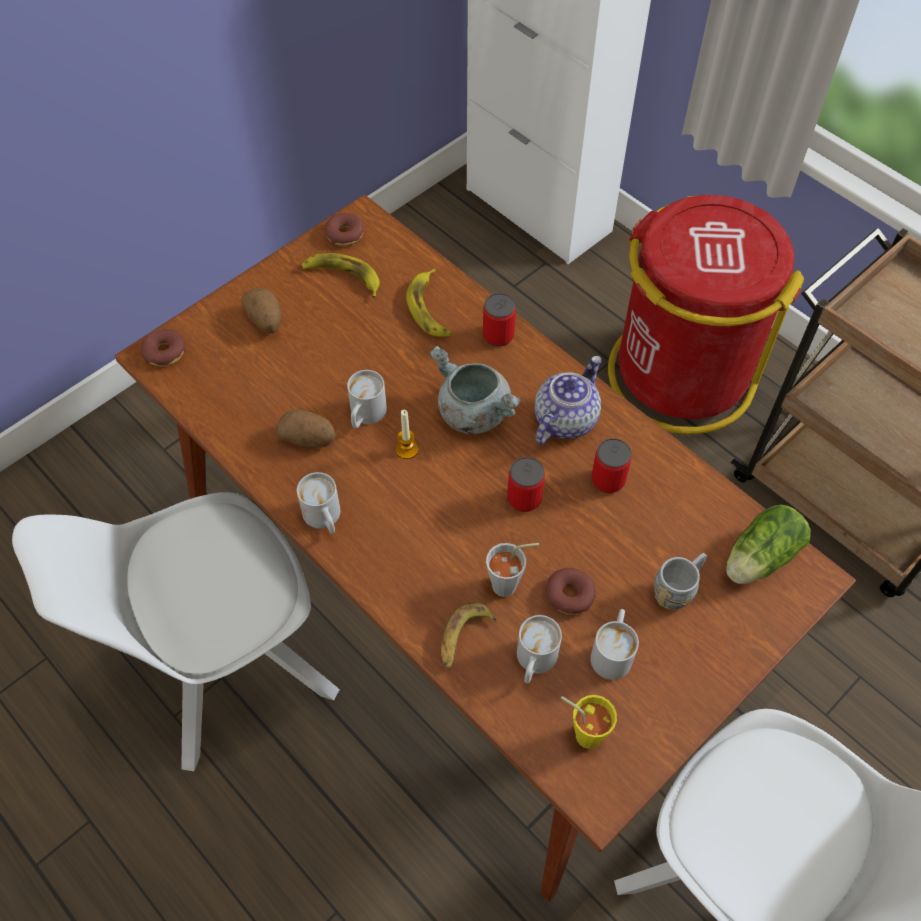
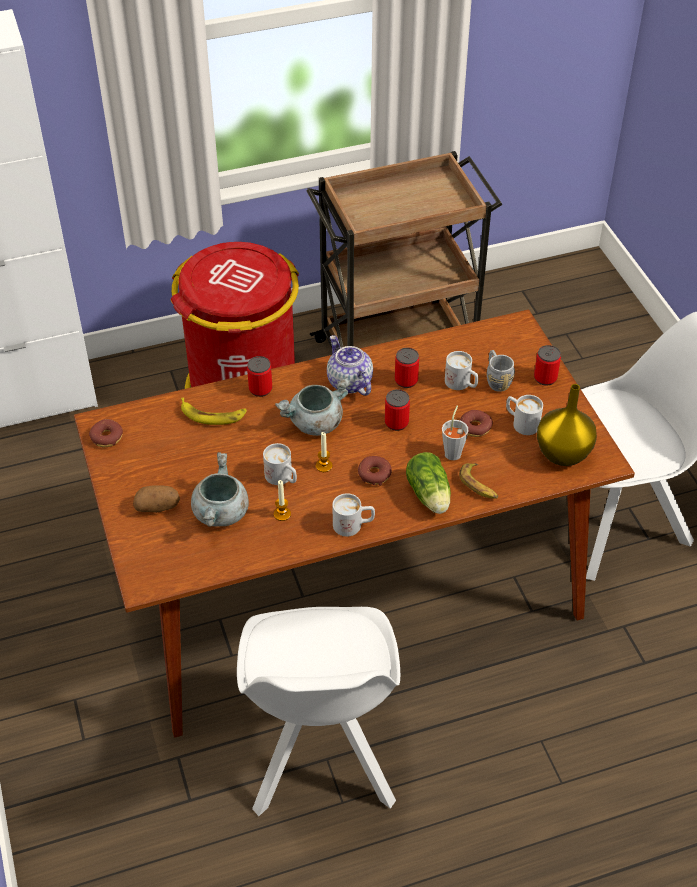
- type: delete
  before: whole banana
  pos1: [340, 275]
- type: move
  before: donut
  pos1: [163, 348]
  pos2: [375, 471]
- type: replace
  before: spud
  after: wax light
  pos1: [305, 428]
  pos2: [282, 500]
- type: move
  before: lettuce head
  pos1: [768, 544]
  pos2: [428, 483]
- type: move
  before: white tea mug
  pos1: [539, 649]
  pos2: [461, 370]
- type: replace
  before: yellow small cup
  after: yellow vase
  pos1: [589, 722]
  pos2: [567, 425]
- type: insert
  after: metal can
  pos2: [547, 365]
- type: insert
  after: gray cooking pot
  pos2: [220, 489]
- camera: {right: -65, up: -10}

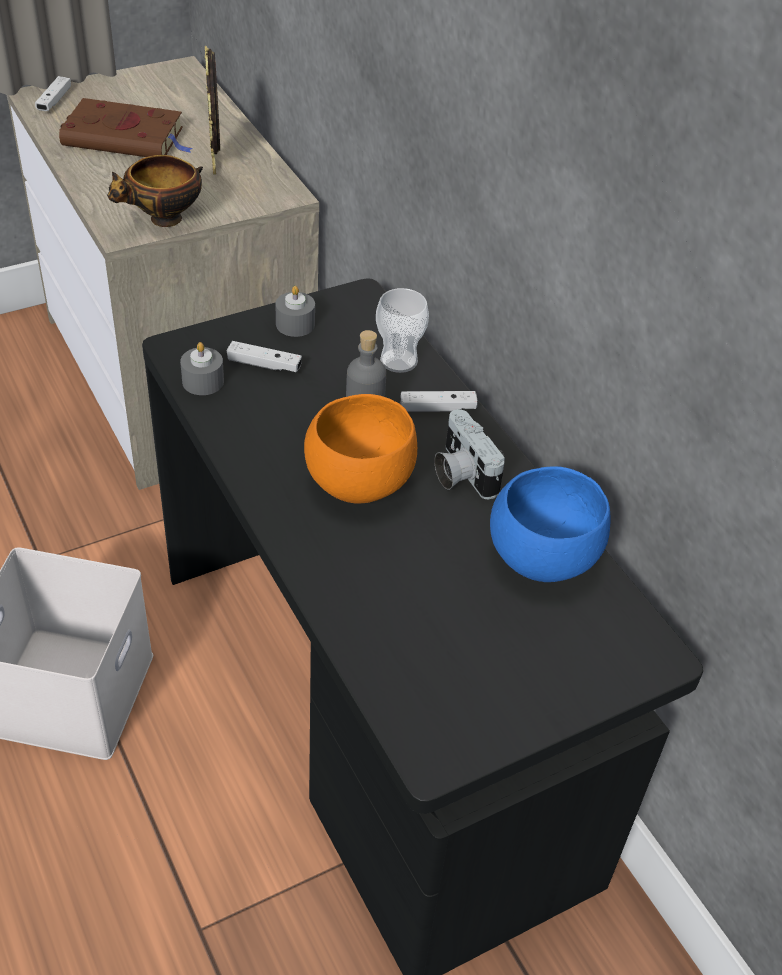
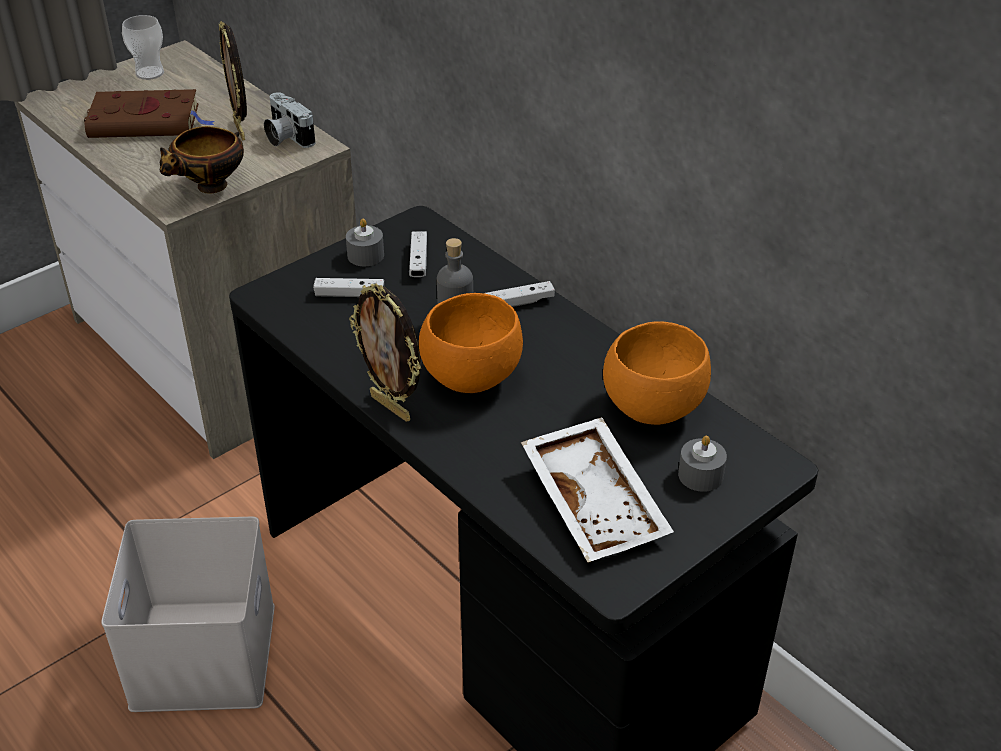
- type: move
  before: white joypad
  pos1: [53, 93]
  pos2: [418, 254]
- type: move
  before: small cup
  pos1: [402, 330]
  pos2: [143, 47]
- type: move
  before: gray wax light
  pos1: [202, 368]
  pos2: [702, 464]
- type: move
  before: still camera
  pos1: [469, 454]
  pos2: [289, 120]
- type: recolor
  before: bluish bowl
  after: orange bowl
  pos1: [550, 524]
  pos2: [657, 373]
- type: insert
  after: picture frame
  pos2: [385, 353]
- type: insert
  after: white serving tray
  pos2: [597, 490]
- camera: {right: -10, up: -5}

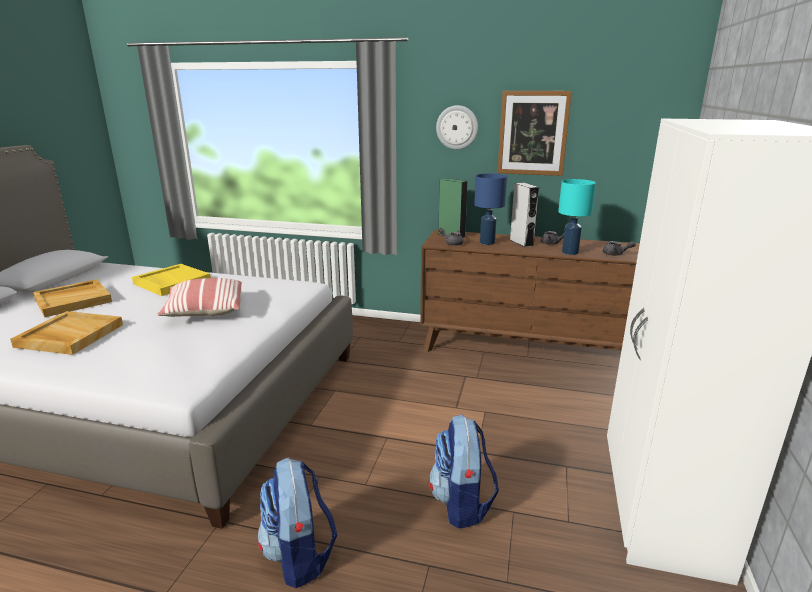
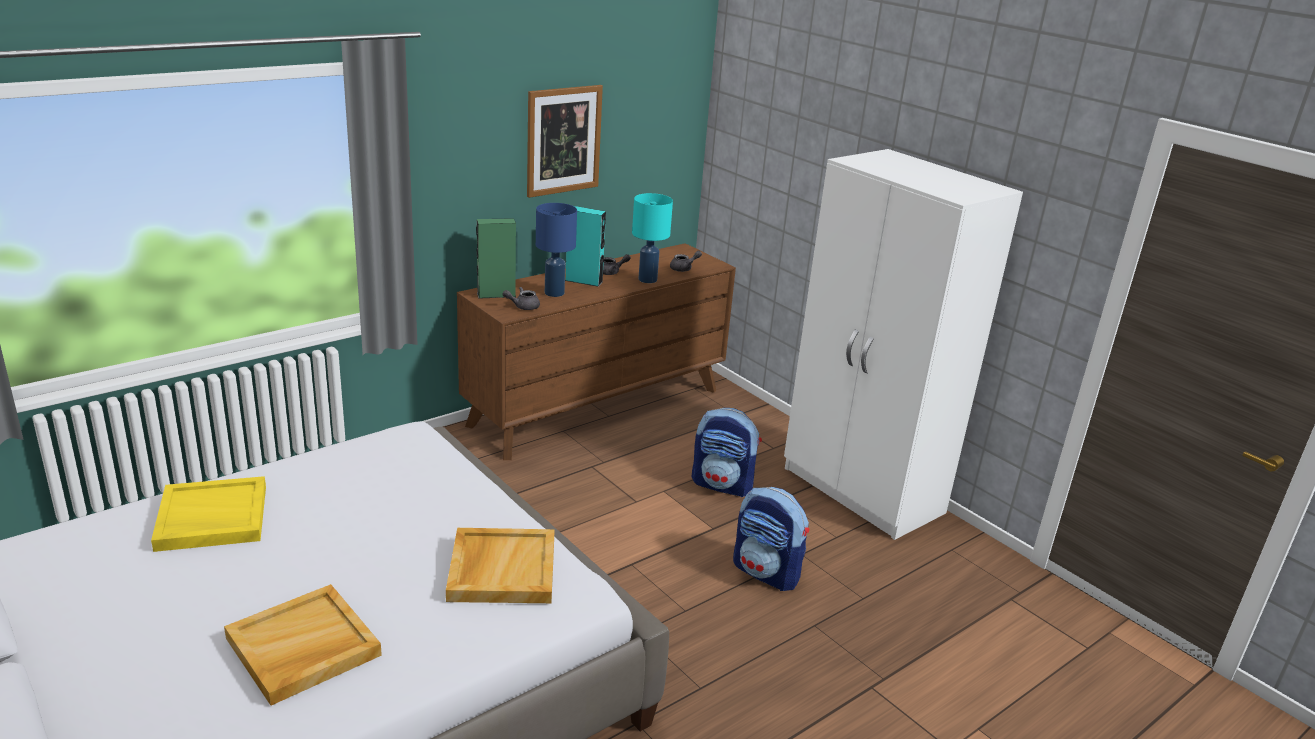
- type: delete
  before: wall clock
  pos1: [457, 127]
- type: recolor
  before: gray speaker
  after: blue-green speaker
  pos1: [524, 215]
  pos2: [585, 246]
- type: delete
  before: throw pillow
  pos1: [199, 297]
- type: move
  before: beige-coloured serving tray
  pos1: [72, 298]
  pos2: [500, 565]
- type: move
  before: backpack
  pos1: [297, 522]
  pos2: [726, 452]
- camera: {right: -55, up: 5}

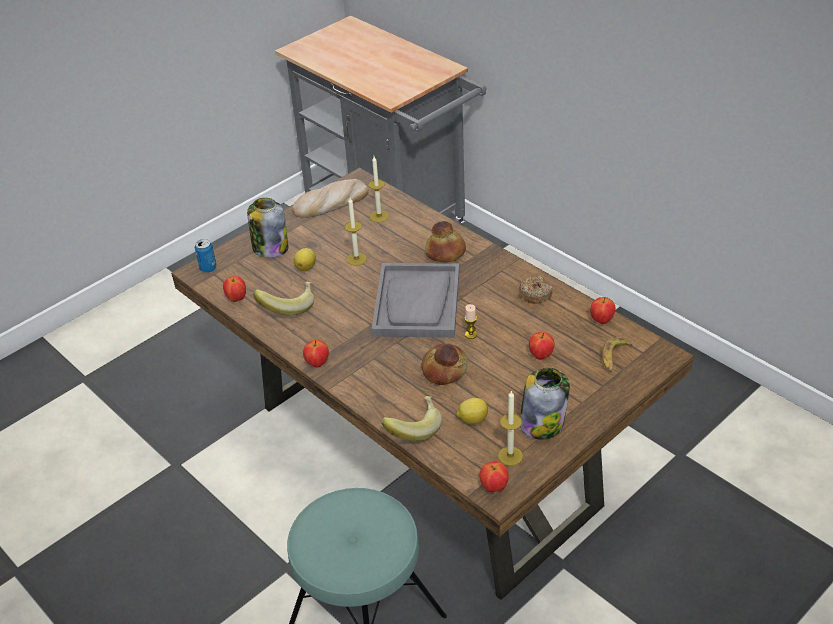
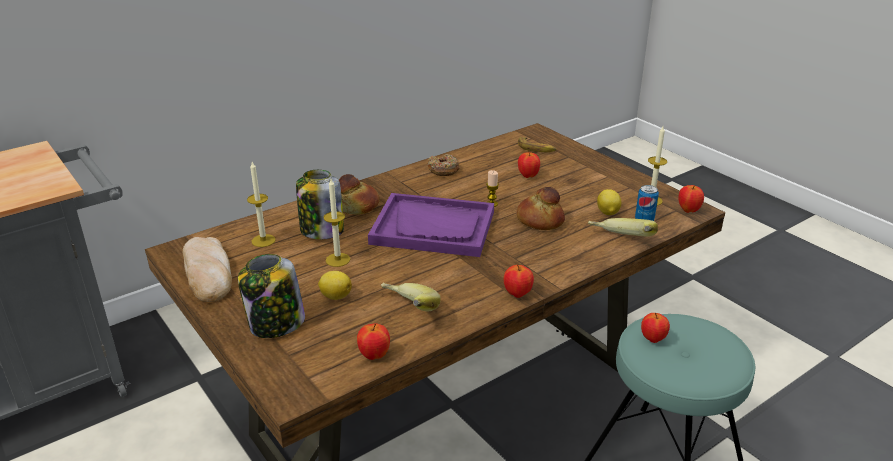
- type: move
  before: metal can
  pos1: [206, 256]
  pos2: [647, 203]
- type: recolor
  before: gray serving tray
  after: purplish serving tray
  pos1: [415, 300]
  pos2: [431, 225]
- type: move
  before: whole apple
  pos1: [603, 310]
  pos2: [655, 328]
- type: move
  before: storage jar
  pos1: [545, 404]
  pos2: [320, 204]
- camera: {right: -85, up: -10}

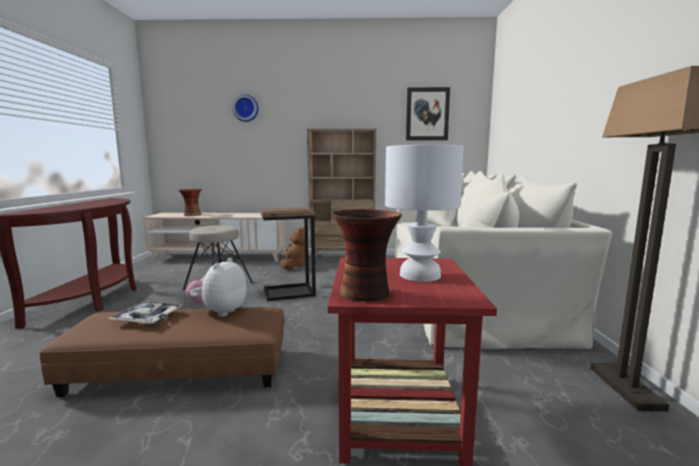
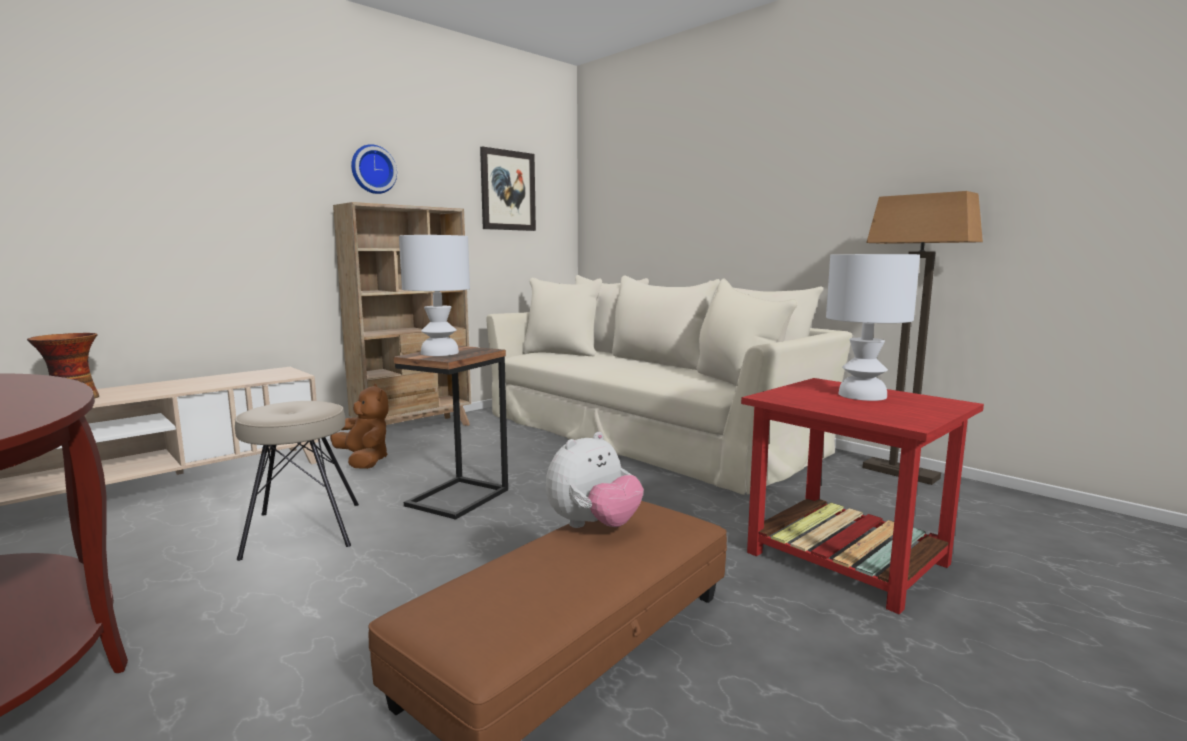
- type: move
  before: wall clock
  pos1: [245, 108]
  pos2: [374, 169]
- type: delete
  before: vase
  pos1: [367, 255]
- type: rotate
  before: plush toy
  pos1: [216, 287]
  pos2: [595, 480]
  turn: -105
- type: delete
  before: serving tray
  pos1: [146, 312]
- type: insert
  after: white table lamp
  pos2: [434, 295]
- camera: {right: -45, up: 0}

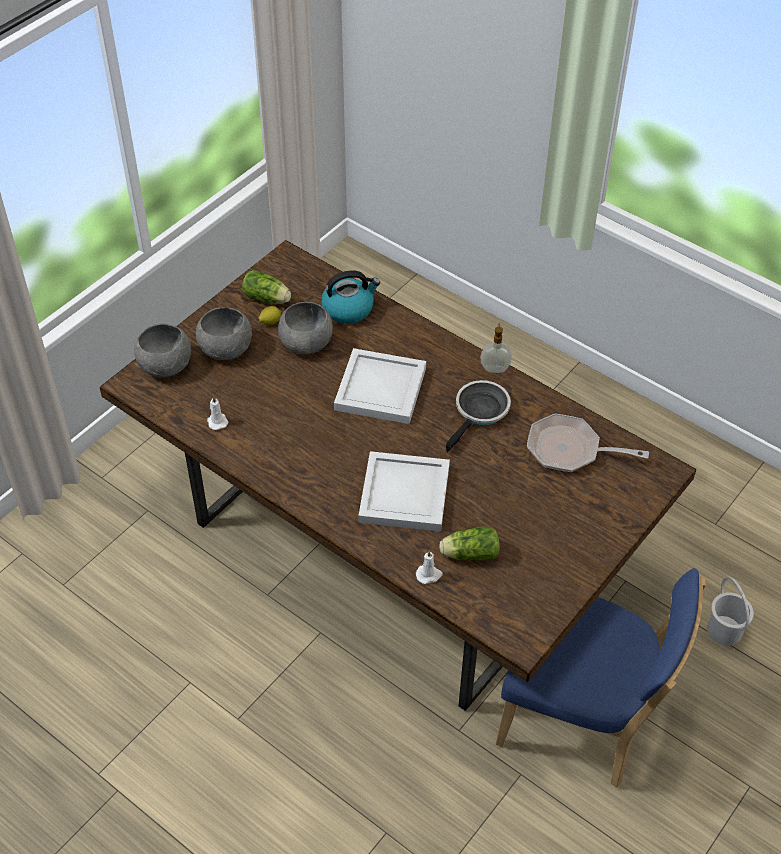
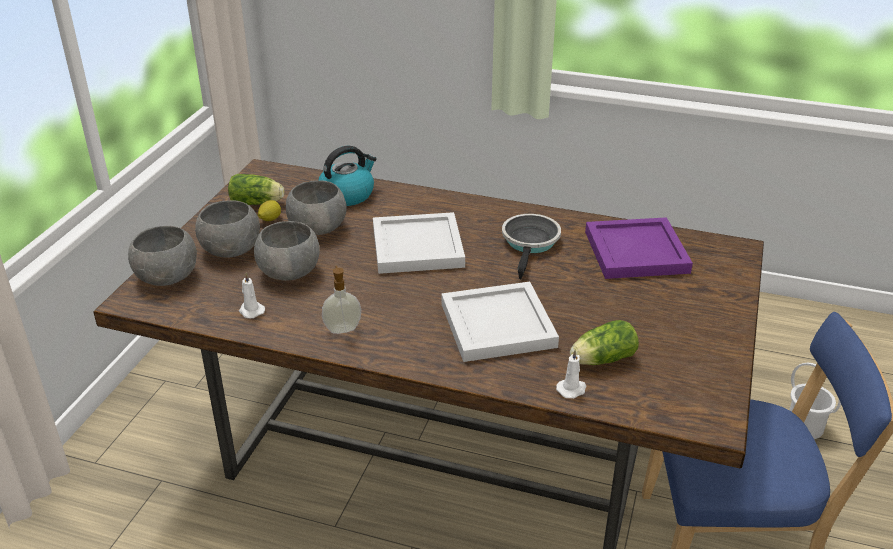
- type: move
  before: liquid soap bottle
  pos1: [496, 348]
  pos2: [341, 300]
- type: replace
  before: pan
  after: purplish serving tray
  pos1: [588, 443]
  pos2: [639, 248]
- type: insert
  after: gray bowl
  pos2: [287, 251]
- camera: {right: -20, up: -15}

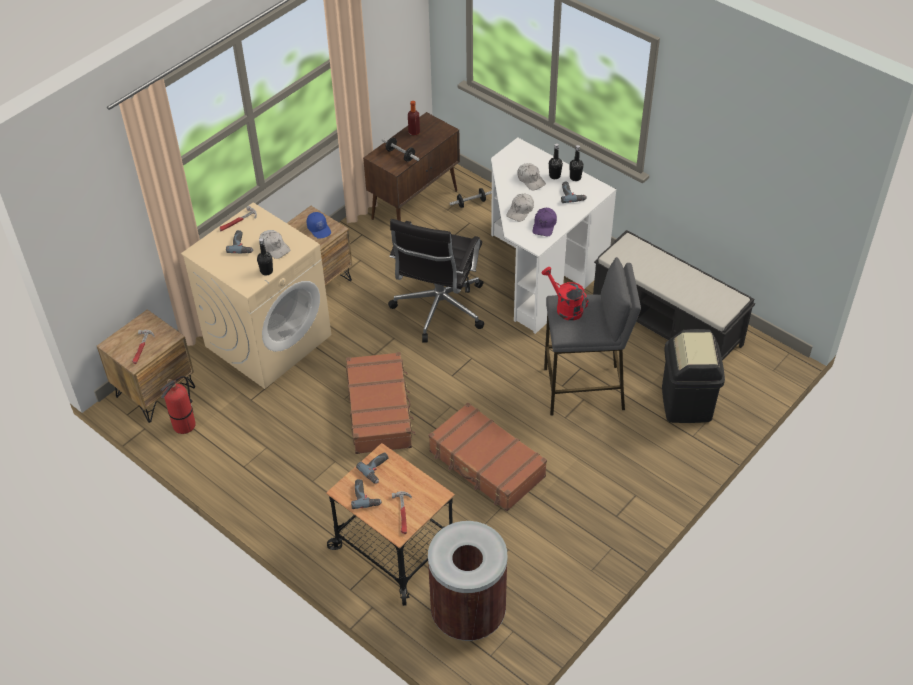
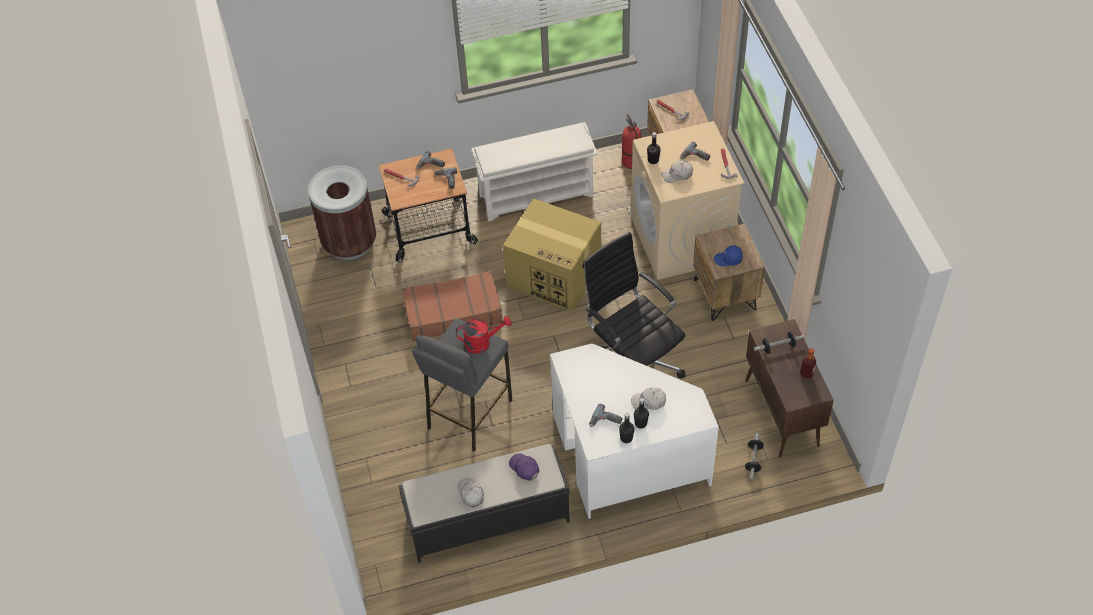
- type: move
  before: white peaked cap
  pos1: [520, 208]
  pos2: [470, 493]
- type: move
  before: purplish peaked cap
  pos1: [545, 222]
  pos2: [524, 467]
- type: delete
  before: black trash can
  pos1: [693, 376]
- type: replace
  before: brown piece of luggage
  after: carton
  pos1: [381, 403]
  pos2: [552, 254]
- type: insert
  after: white shoe shelf
  pos2: [534, 172]
- camera: {right: 125, up: 5}

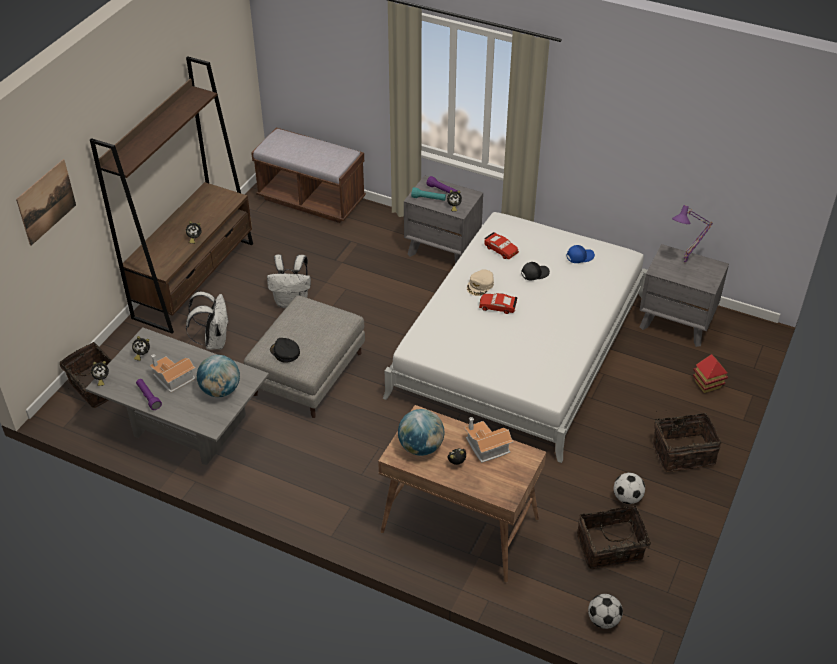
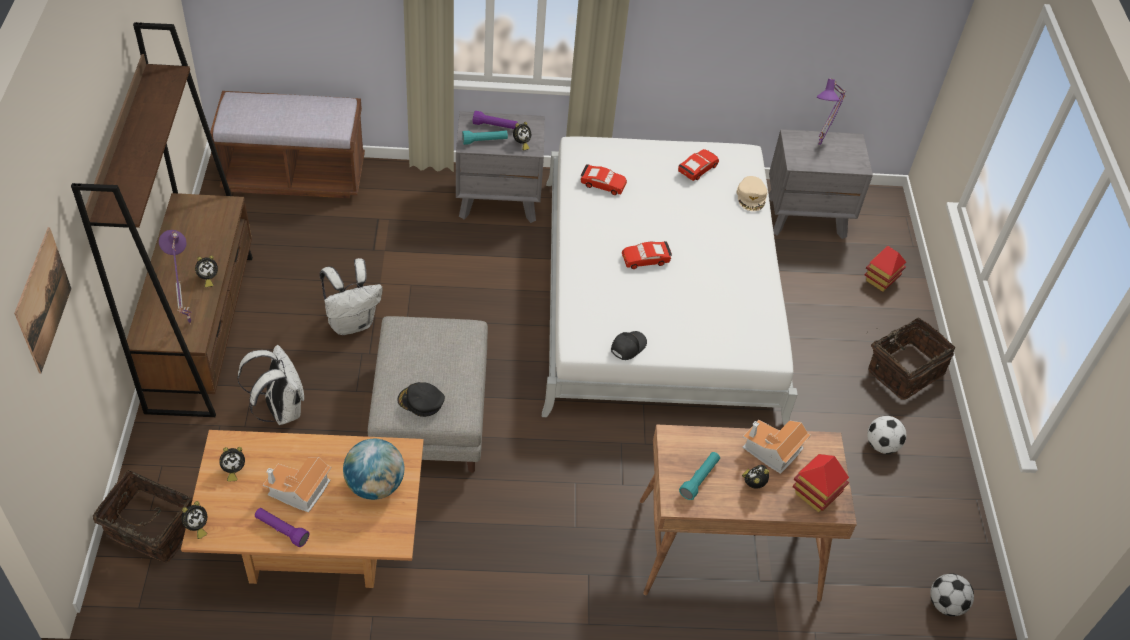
- type: replace
  before: bluish peaked cap
  after: reddish miniature car
  pos1: [580, 254]
  pos2: [698, 165]
- type: move
  before: black peaked cap
  pos1: [535, 271]
  pos2: [629, 345]
- type: move
  before: beige-coloured peaked cap
  pos1: [480, 282]
  pos2: [751, 193]
- type: recolor
  before: gray coffee table
  after: brown coffee table
  pos1: [177, 396]
  pos2: [302, 509]
- type: replace
  before: globe
  after: blue-green flashlight
  pos1: [421, 432]
  pos2: [699, 476]
- type: delete
  before: storage basket
  pos1: [614, 537]
- type: insert
  after: purplish table lamp
  pos2: [175, 277]
- type: insert
  after: miniature house
  pos2: [821, 483]
- camera: {right: -30, up: 5}

